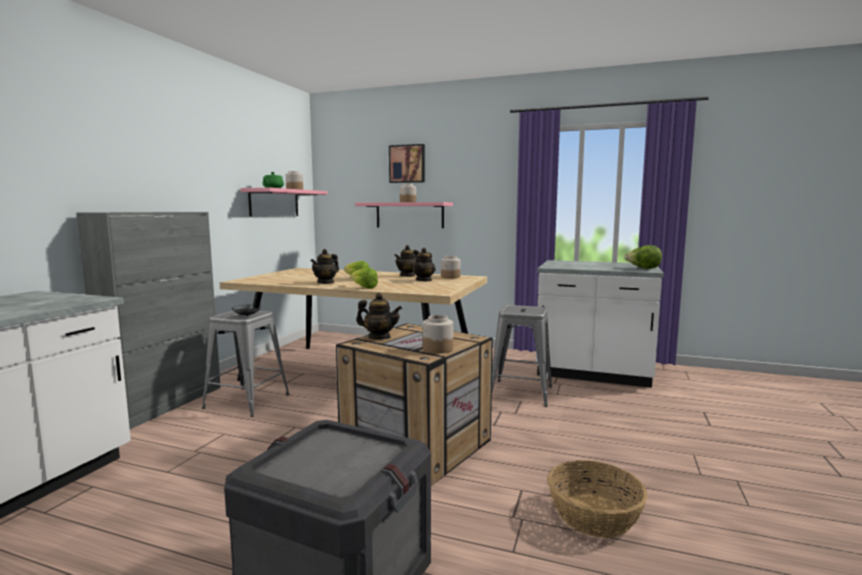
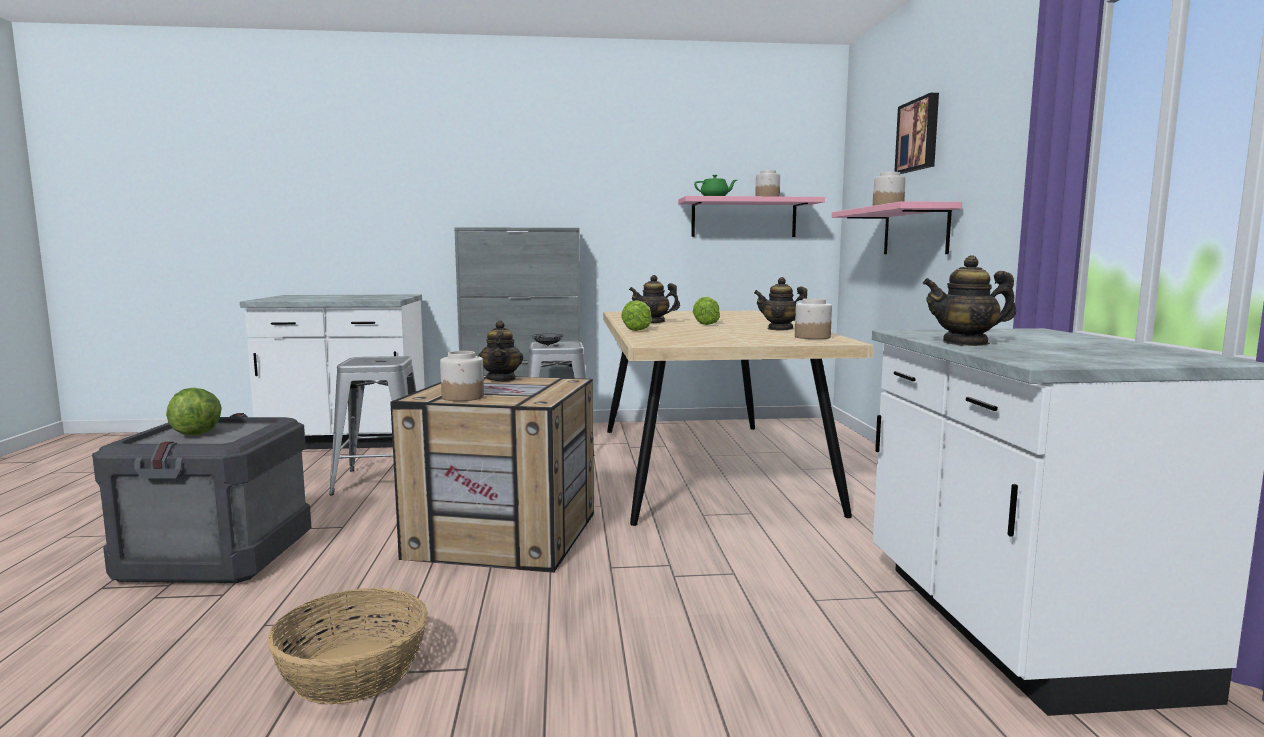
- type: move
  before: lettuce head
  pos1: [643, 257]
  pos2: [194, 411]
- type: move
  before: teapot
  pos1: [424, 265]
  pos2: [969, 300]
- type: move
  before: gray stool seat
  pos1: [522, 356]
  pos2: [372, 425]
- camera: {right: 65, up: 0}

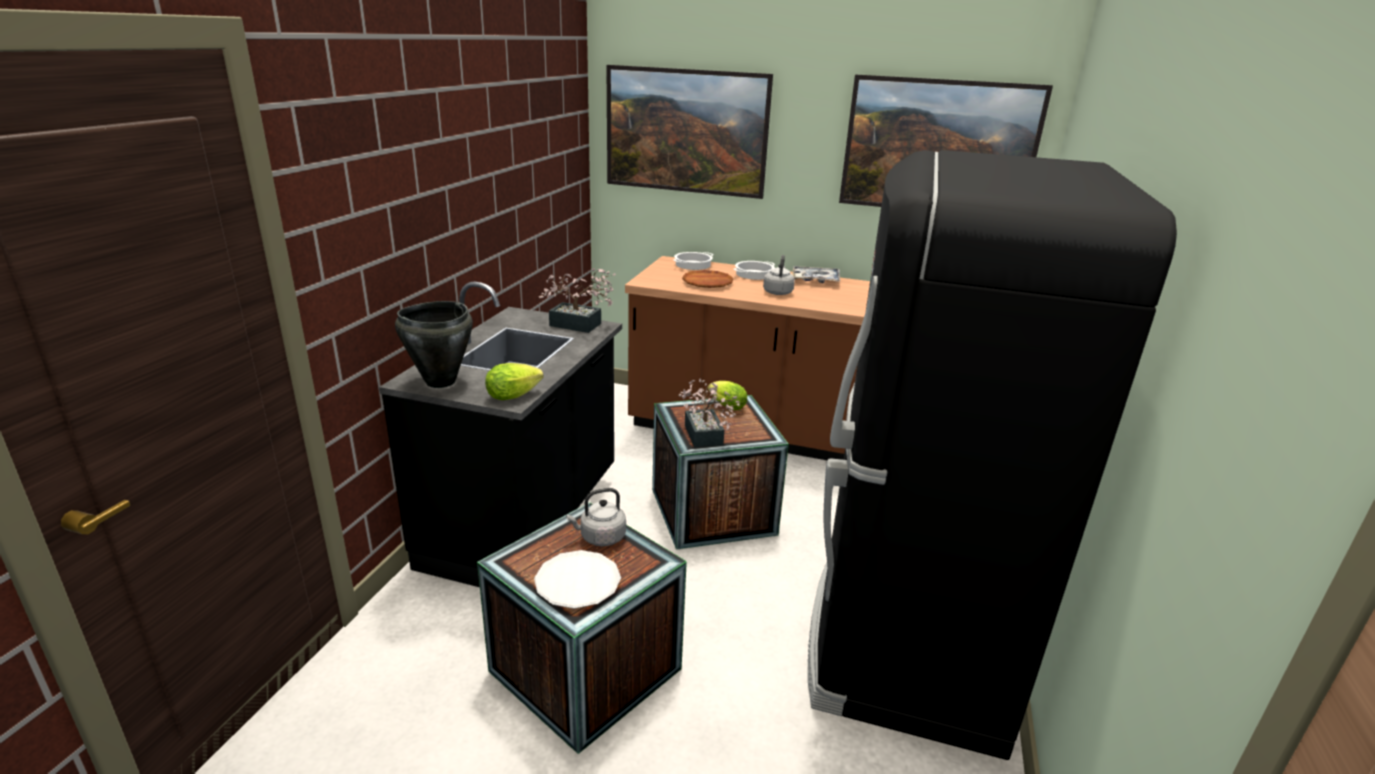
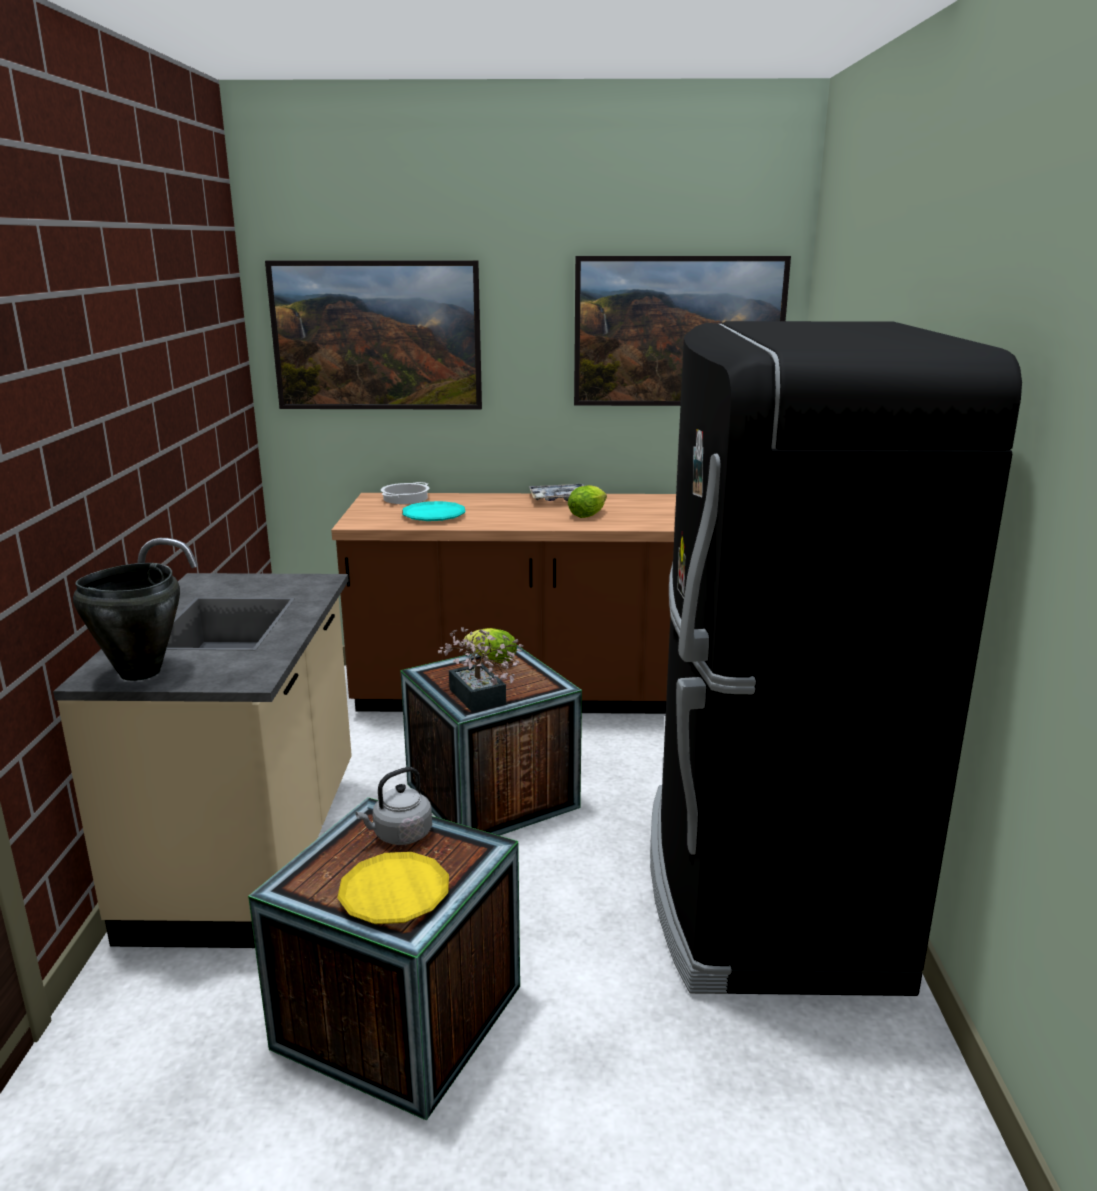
- type: delete
  before: gray water kettle
  pos1: [779, 275]
- type: delete
  before: cooking pot
  pos1: [754, 270]
- type: delete
  before: potted plant
  pos1: [577, 300]
- type: recolor
  before: brown plate
  after: blue-green plate
  pos1: [707, 279]
  pos2: [433, 511]
- type: recolor
  before: black kitchen counter
  after: beige-coloured kitchen counter
  pos1: [500, 434]
  pos2: [202, 743]
- type: move
  before: lettuce head
  pos1: [514, 381]
  pos2: [587, 501]
- type: recolor
  before: white plate
  after: yellow plate
  pos1: [577, 579]
  pos2: [393, 888]
- camera: {right: -15, up: -5}

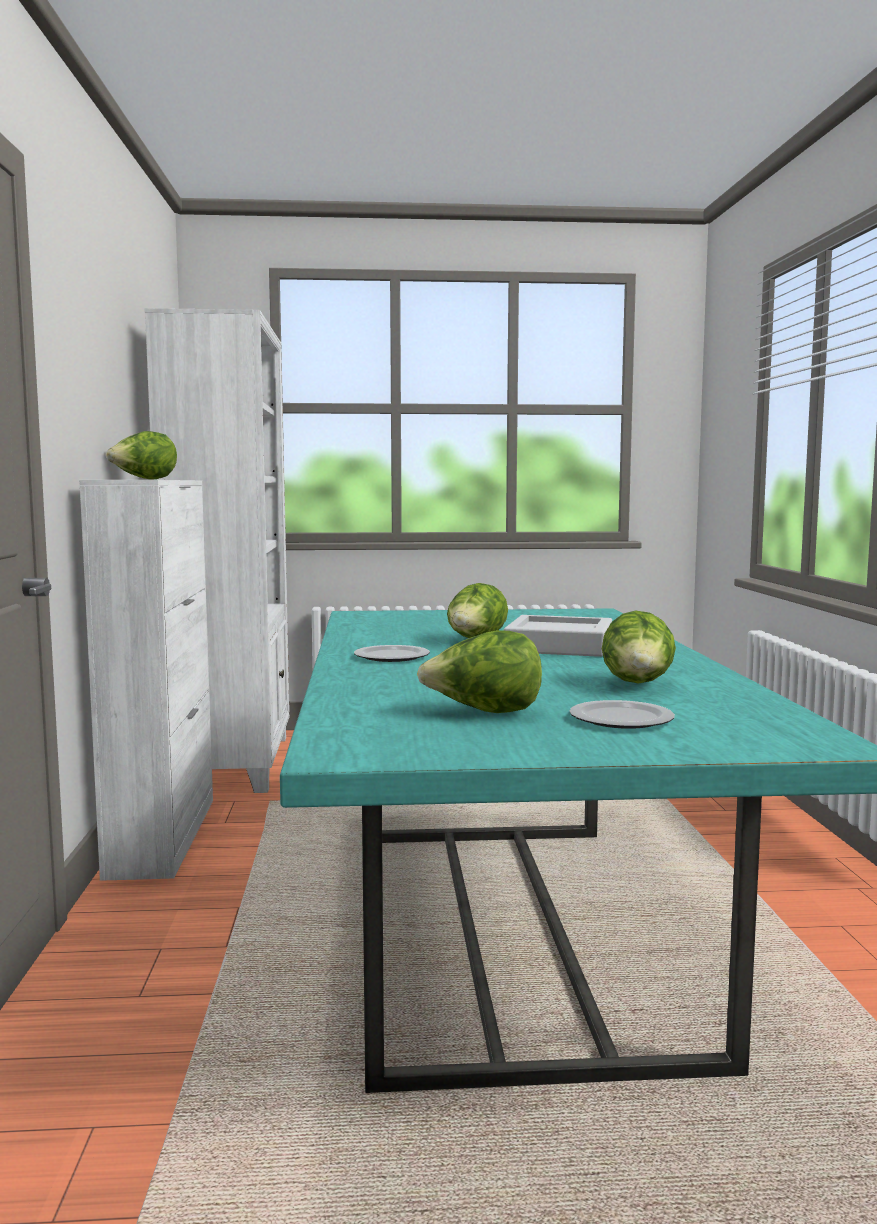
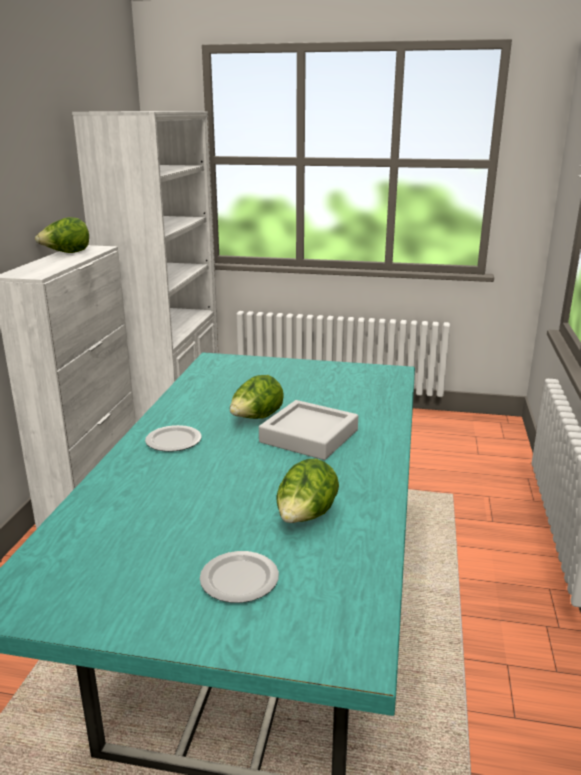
- type: delete
  before: lettuce head
  pos1: [479, 671]
- camera: {right: 15, up: 15}

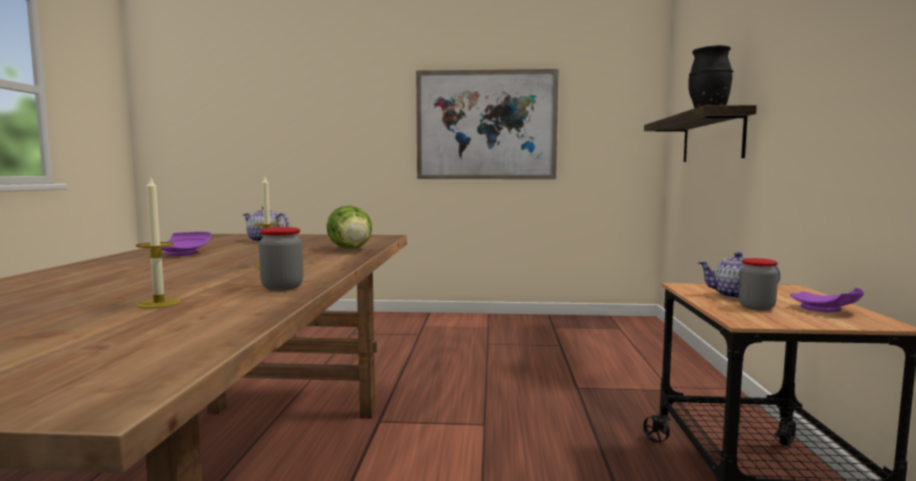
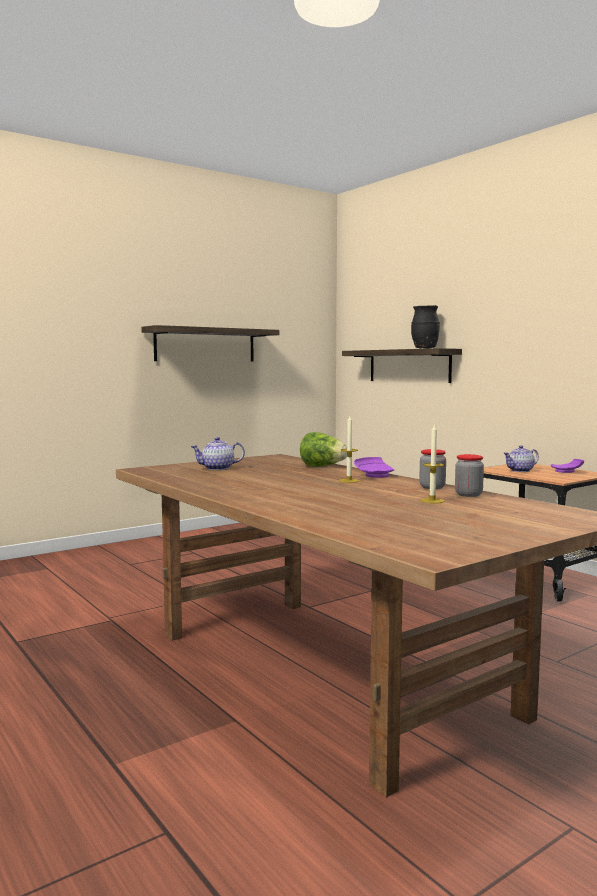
- type: replace
  before: picture
  after: shelf
  pos1: [487, 124]
  pos2: [210, 343]
- type: move
  before: purplish plate
  pos1: [186, 244]
  pos2: [374, 467]
- type: move
  before: storage jar
  pos1: [758, 284]
  pos2: [469, 475]
- camera: {right: -40, up: 0}

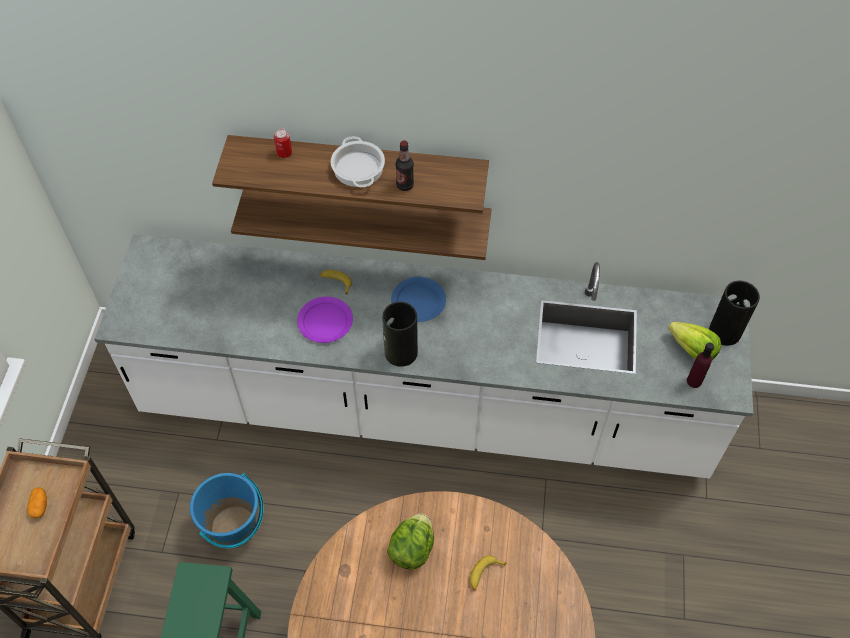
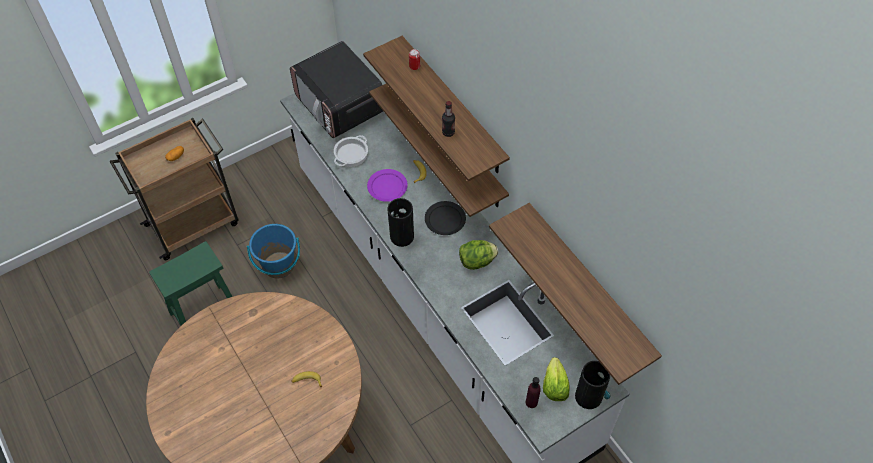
- type: move
  before: cooking pot
  pos1: [358, 161]
  pos2: [351, 151]
- type: recolor
  before: bluish plate
  after: black plate
  pos1: [418, 299]
  pos2: [445, 218]
- type: move
  before: lettuce head
  pos1: [410, 541]
  pos2: [478, 255]
- type: insert
  after: kitchen microwave
  pos2: [336, 89]
- type: insert
  after: shelf
  pos2: [575, 294]
- camera: {right: 50, up: 0}

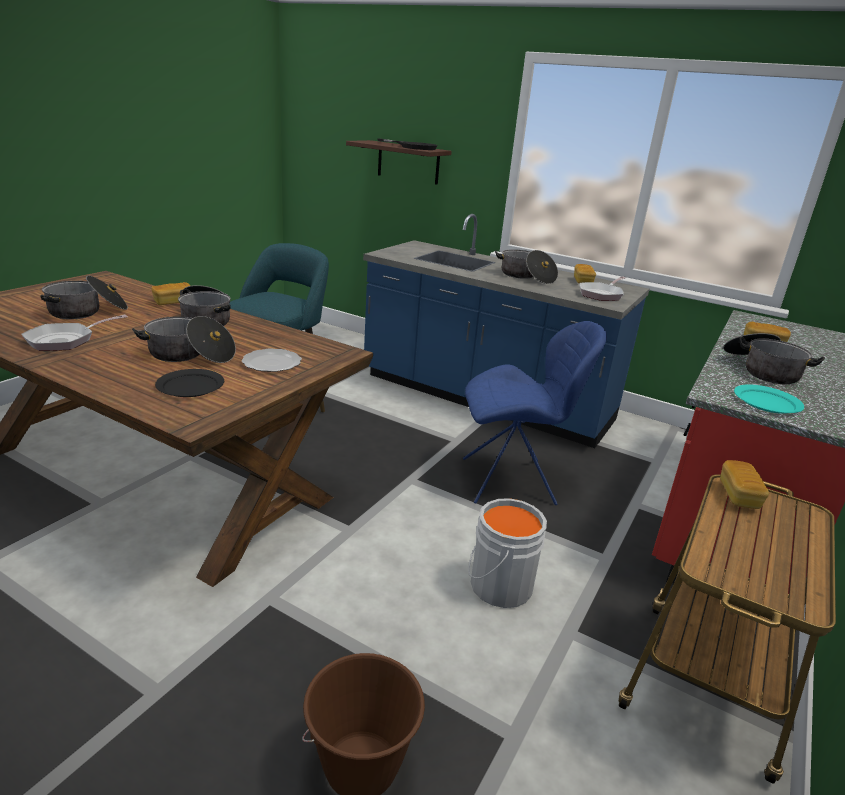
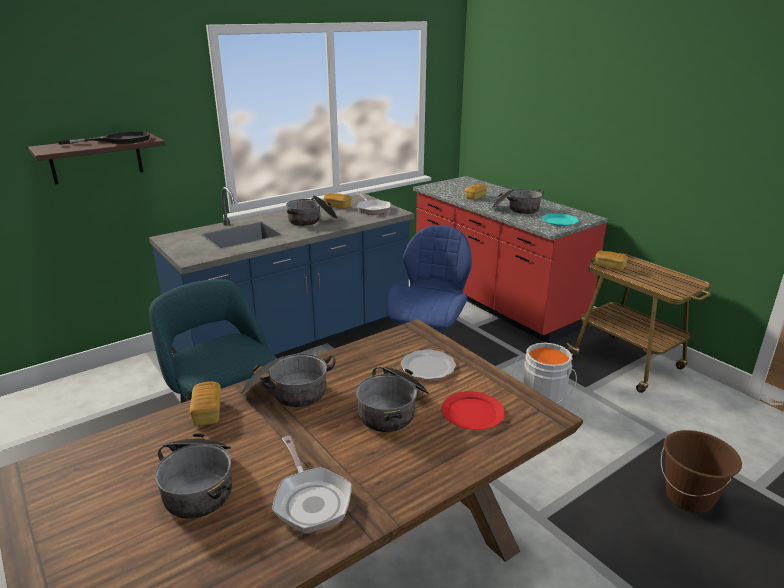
- type: recolor
  before: black plate
  after: reddish plate
  pos1: [189, 383]
  pos2: [473, 410]
- camera: {right: -65, up: 0}

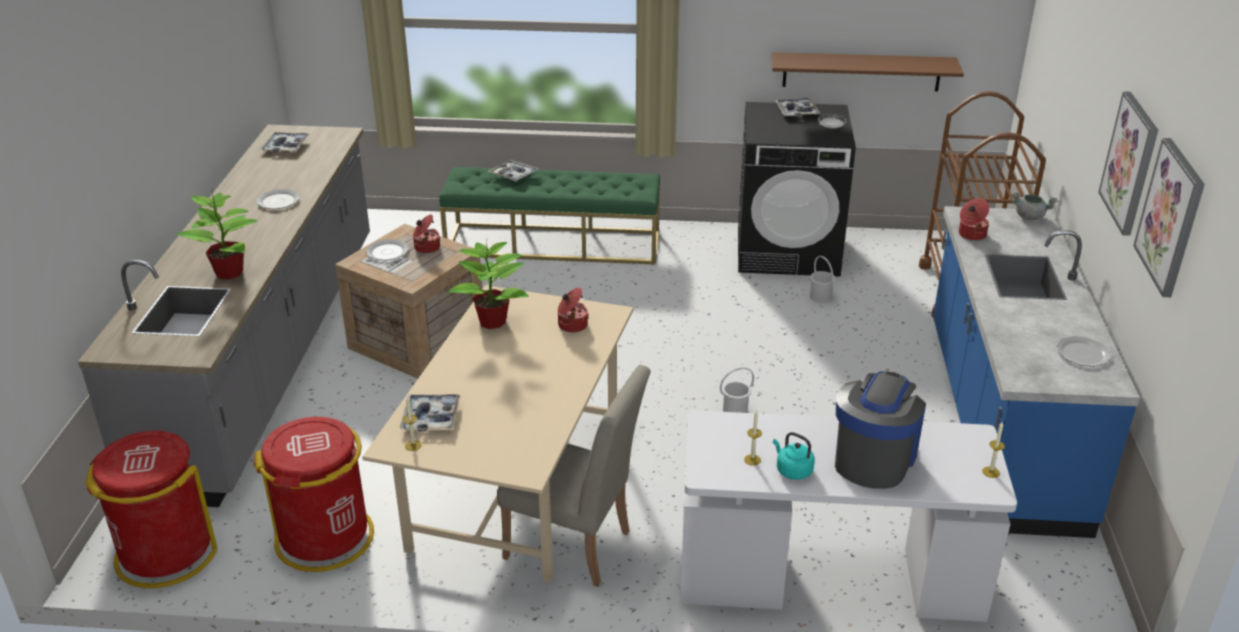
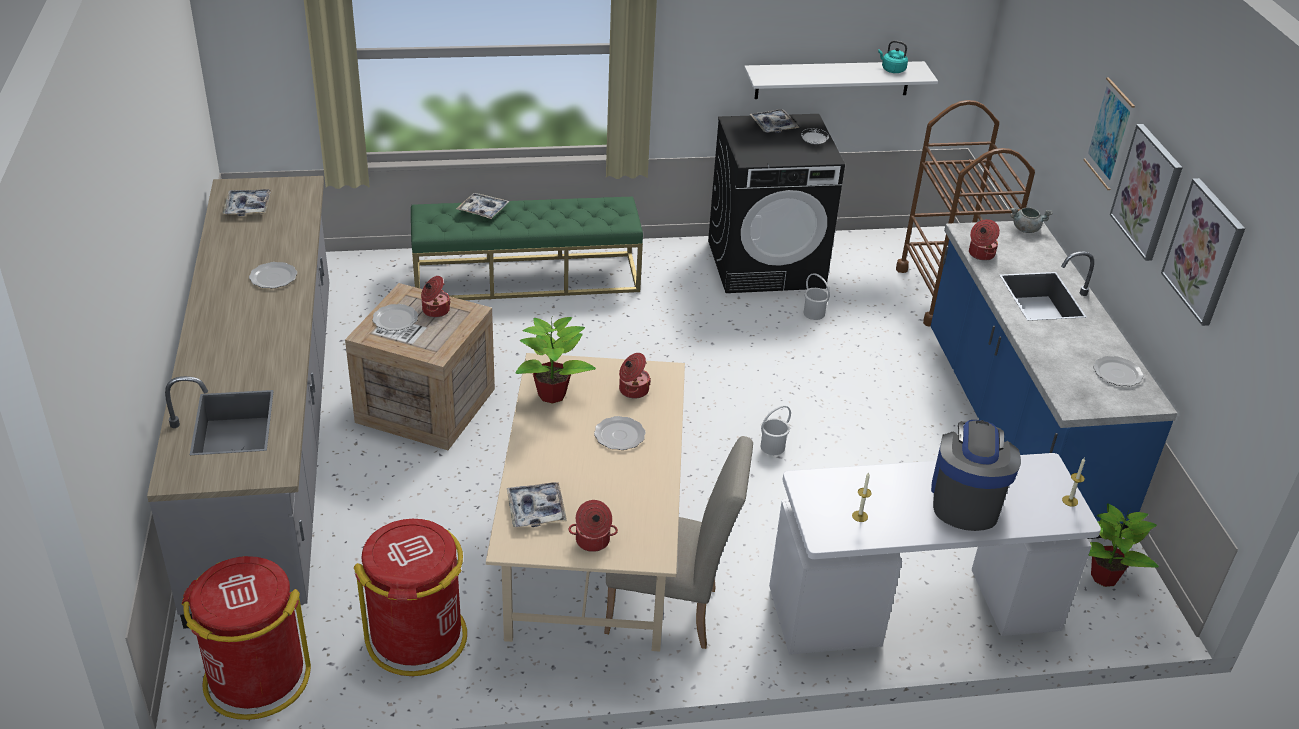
- type: recolor
  before: brown shelf
  after: white shelf
  pos1: [867, 72]
  pos2: [841, 80]
- type: move
  before: potted plant
  pos1: [217, 236]
  pos2: [1123, 545]
- type: delete
  before: wax light
  pos1: [412, 423]
- type: move
  before: blue-green water kettle
  pos1: [794, 456]
  pos2: [893, 56]
- type: insert
  after: picture
  pos2: [1109, 133]
- type: insert
  after: plate
  pos2: [620, 433]
- type: insert
  after: cooking pot
  pos2: [593, 526]
- camera: {right: -15, up: 5}

